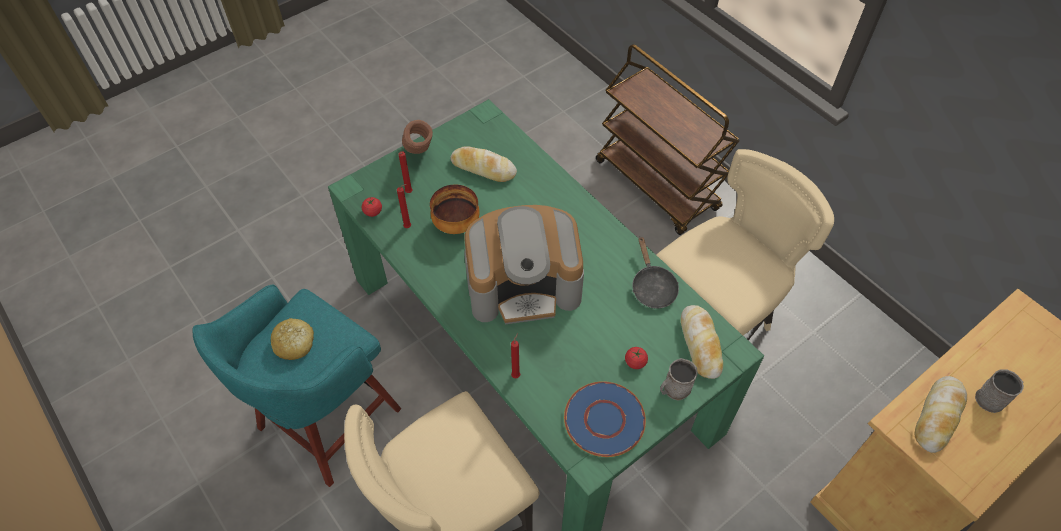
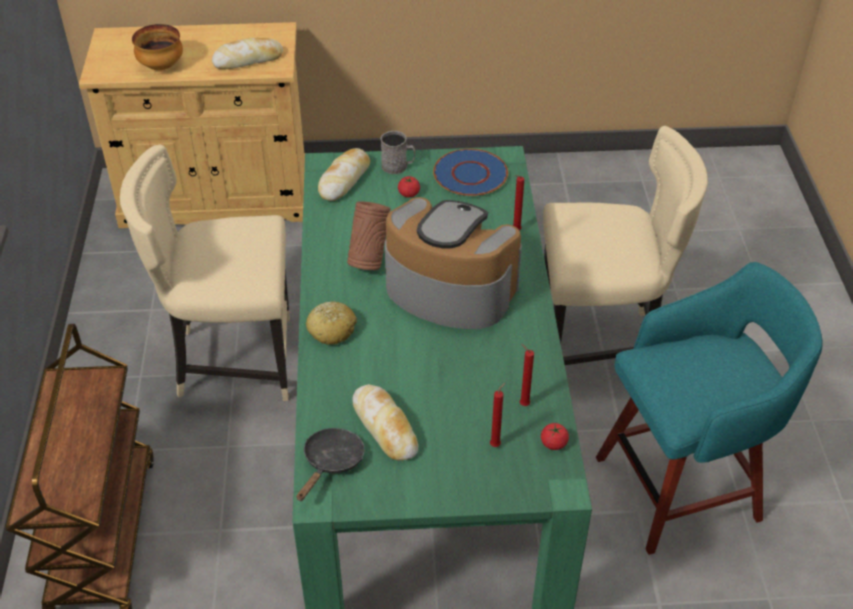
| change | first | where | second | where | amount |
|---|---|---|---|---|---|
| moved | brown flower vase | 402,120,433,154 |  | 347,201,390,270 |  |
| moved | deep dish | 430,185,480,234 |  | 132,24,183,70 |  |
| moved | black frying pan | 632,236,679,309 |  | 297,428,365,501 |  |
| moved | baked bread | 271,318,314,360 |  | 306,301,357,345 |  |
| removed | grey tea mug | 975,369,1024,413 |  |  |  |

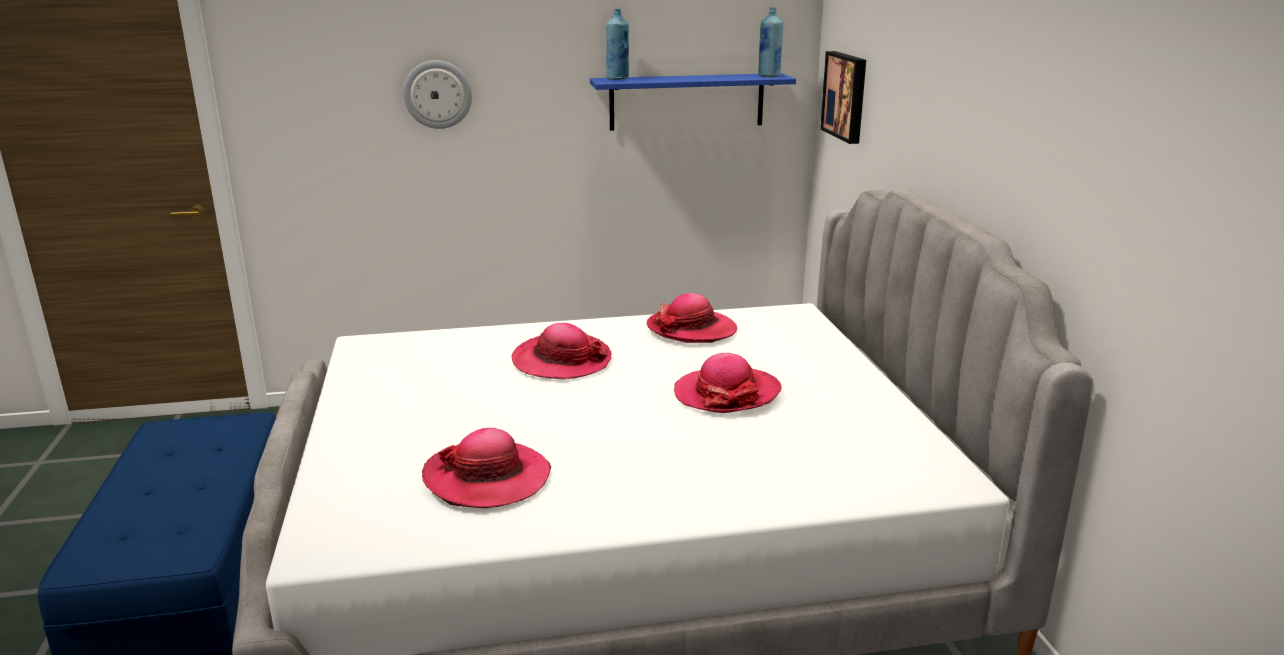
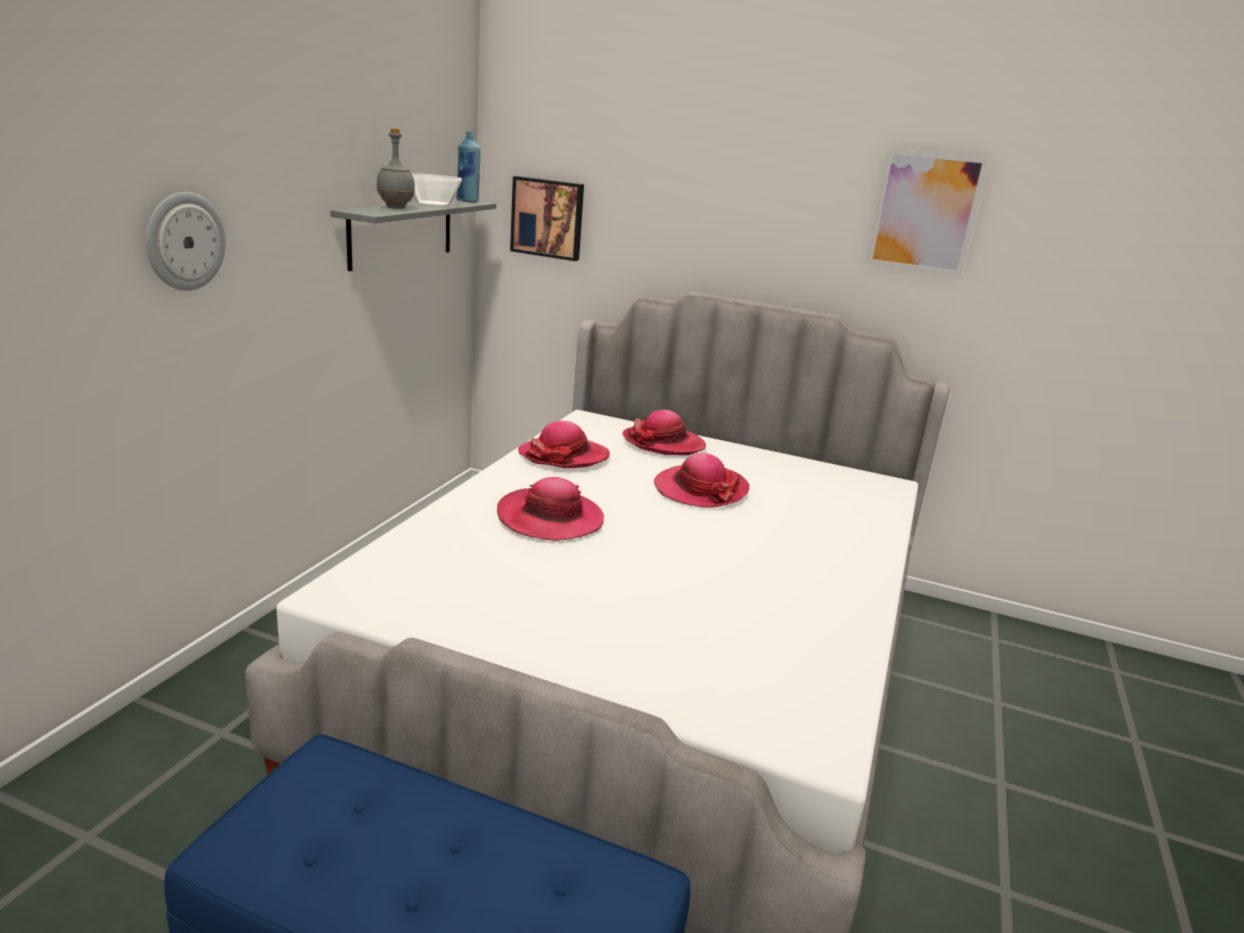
| change | first | where | second | where | amount |
|---|---|---|---|---|---|
| removed | bluish beverage bottle | 606,9,629,80 |  |  |  |
| recoloured | bluish bracket shelf | 590,73,796,131 | grey bracket shelf | 330,199,496,271 |  |
| moved | clothing hat | 422,428,551,508 |  | 622,410,706,455 |  |
| added |  |  | grey beverage bottle | 376,128,415,209 |  |
| added |  |  | picture | 867,149,989,276 |  |
| added |  |  | deep dish | 412,173,462,207 |  |

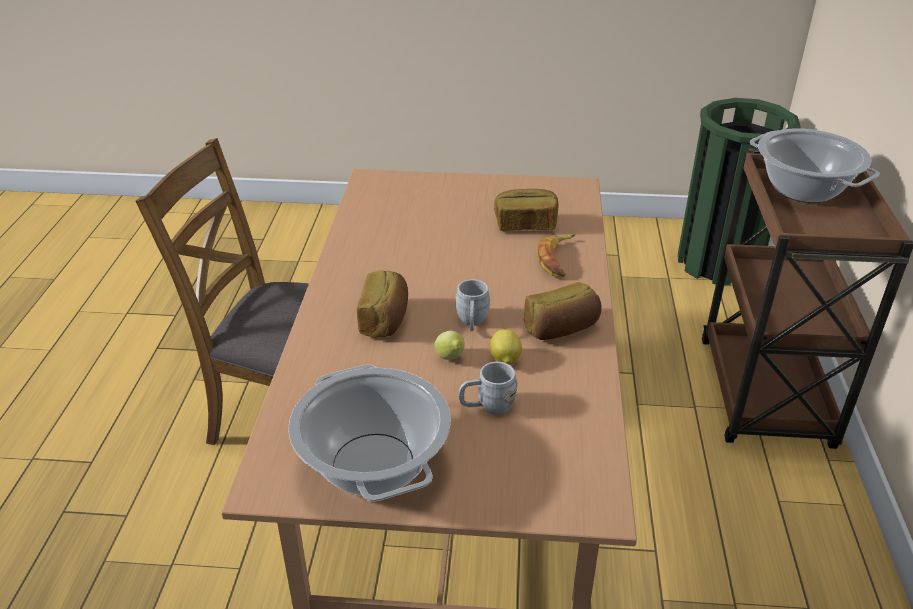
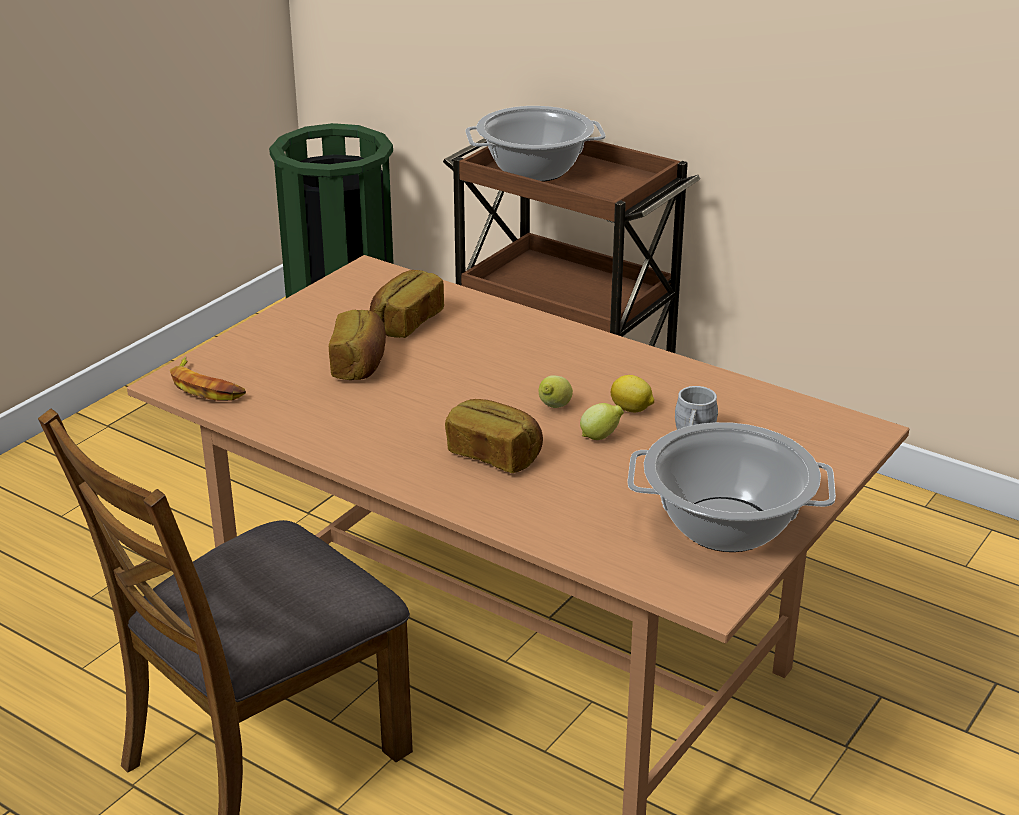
| change | first | where | second | where | amount |
|---|---|---|---|---|---|
| moved | banana fruit | 538,234,575,277 |  | 170,357,246,401 |  |
| replaced | grey tea mug | 455,279,490,331 | whole lemon | 538,375,573,408 |  |
| moved | baked bread | 524,282,602,340 |  | 329,310,386,380 |  |

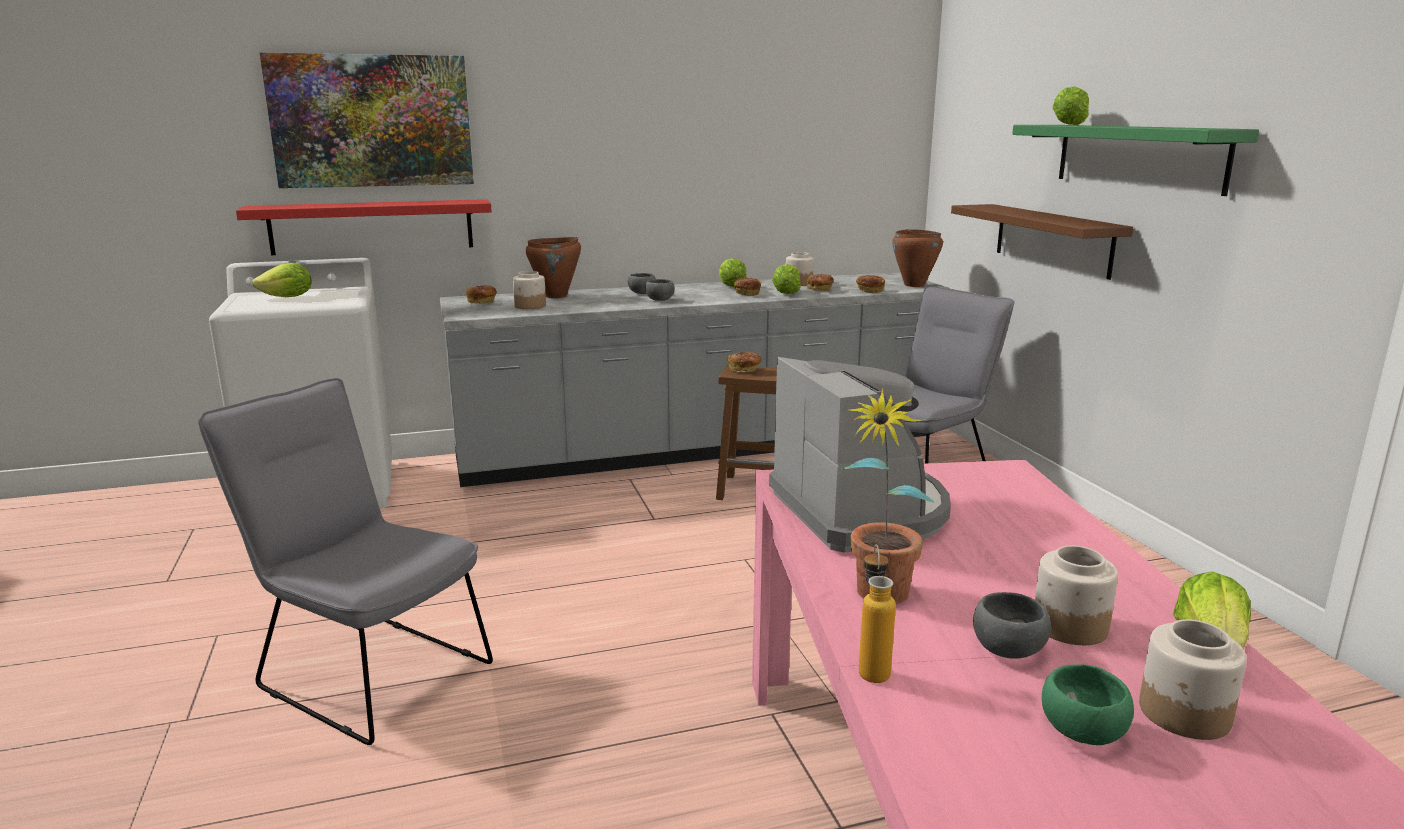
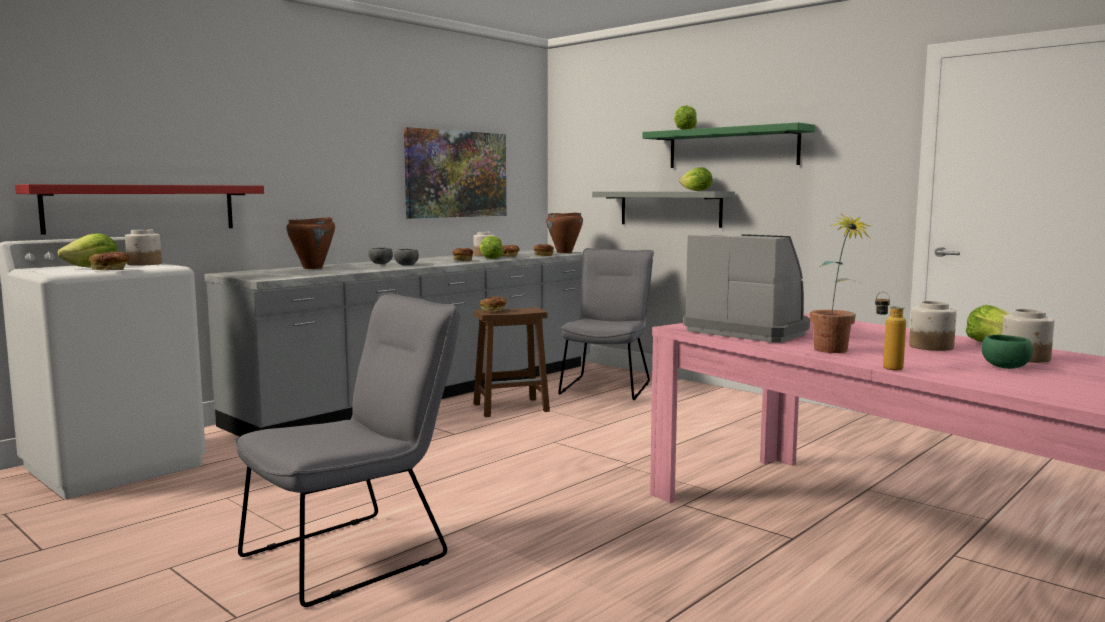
| change | first | where | second | where | amount |
|---|---|---|---|---|---|
| moved | picture | 260,53,474,188 |  | 404,127,506,218 |  |
| recoloured | brown bracket shelf | 951,204,1133,280 | grey bracket shelf | 592,192,735,228 |  |
| moved | head of lettuce | 719,258,747,287 |  | 679,167,713,191 |  |
| moved | preserve jar | 513,271,546,309 |  | 125,229,162,266 |  |
| moved | baked bread | 466,285,497,304 |  | 89,251,130,270 |  |
| turned | grey plain chair | 198,378,493,745 |  | 235,293,460,607 | 135 degrees clockwise |
| removed | grey deep dish | 973,592,1051,659 |  |  |  |

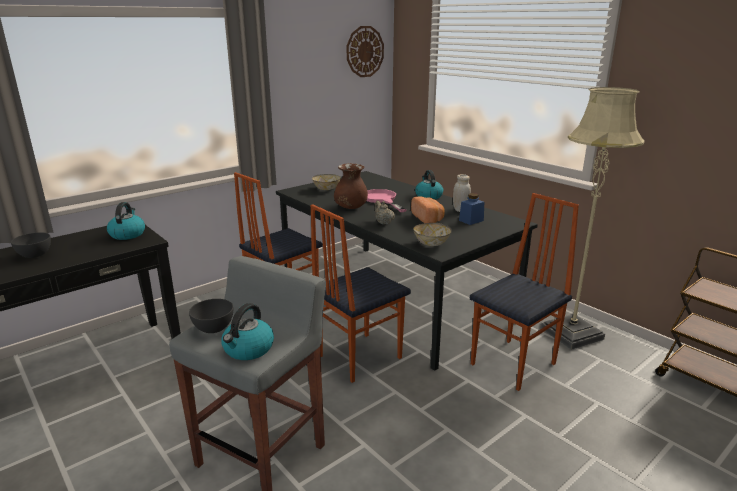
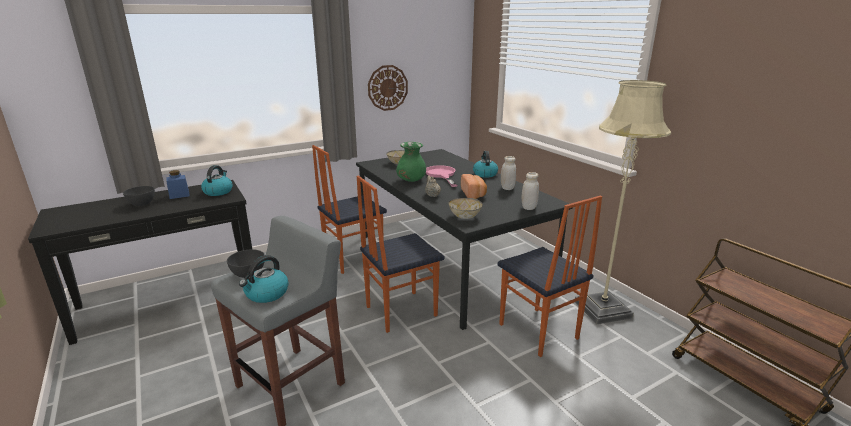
| change | first | where | second | where | amount |
|---|---|---|---|---|---|
| moved | clock on the wall | 347,26,384,77 |  | 368,65,408,111 |  |
| recoloured | brown flower vase | 334,163,368,209 | green flower vase | 396,142,426,182 |  |
| moved | bluish preserve jar | 459,193,484,225 |  | 166,170,190,199 |  |
| turned | plain chair | 470,193,579,391 |  | 498,195,602,357 | 90 degrees clockwise |
| added |  |  | white-coloured preserve jar | 522,172,539,210 |  |

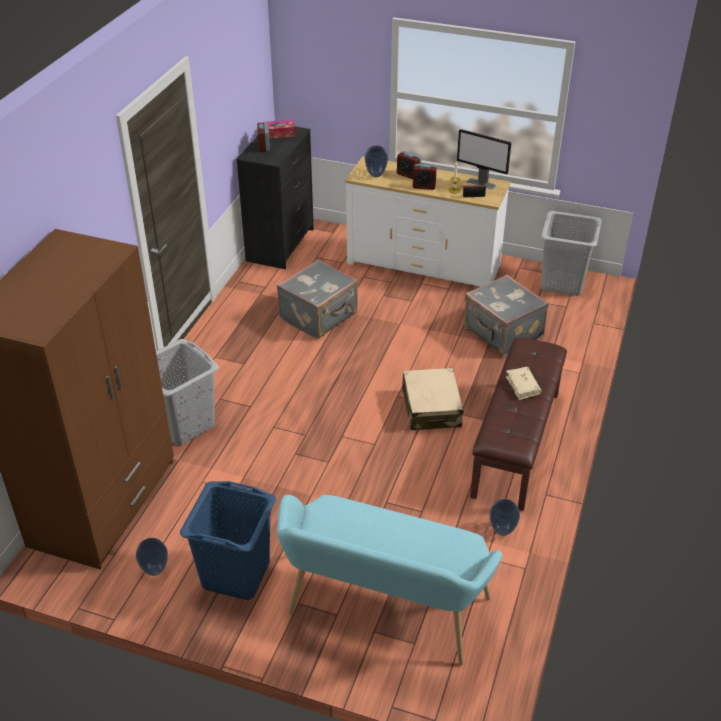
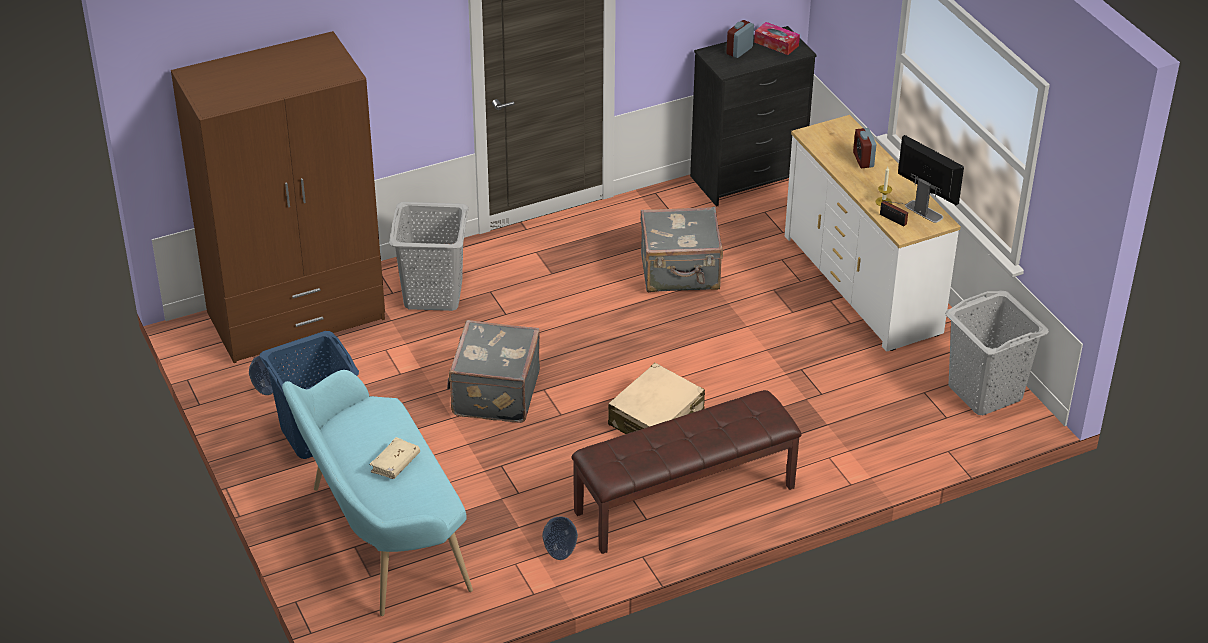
| change | first | where | second | where | amount |
|---|---|---|---|---|---|
| turned | monitor | 457,129,511,190 |  | 898,135,964,223 | 150 degrees clockwise |
| removed | flower vase | 365,146,388,177 |  |  |  |
| removed | alarm clock | 413,164,437,190 |  |  |  |
| moved | grey piece of luggage | 464,275,549,356 |  | 447,320,540,423 |  |
| moved | sand-coloured book | 506,367,541,400 |  | 369,437,420,479 |  |

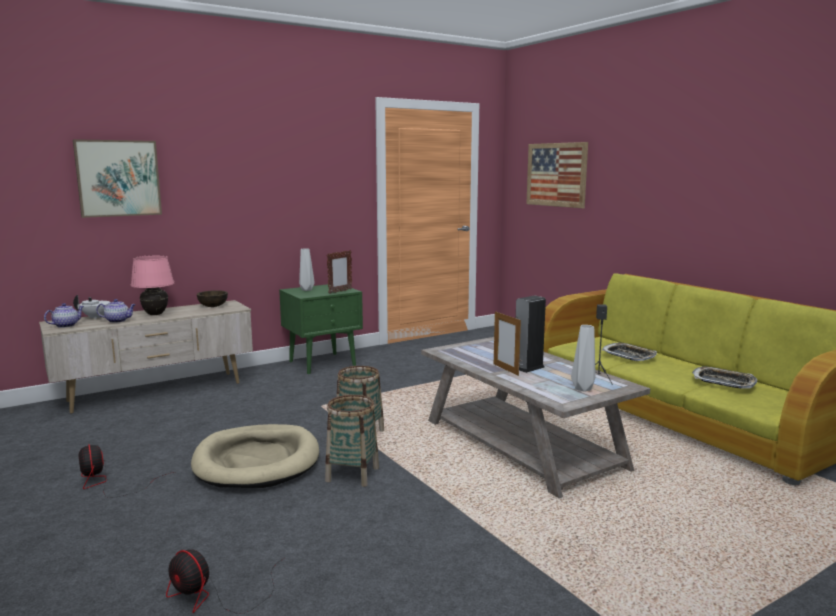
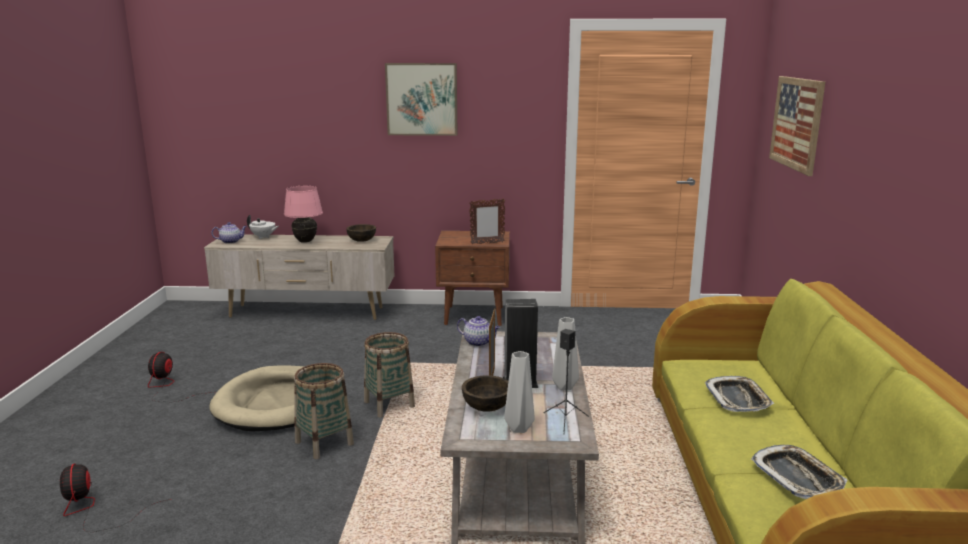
| change | first | where | second | where | amount |
|---|---|---|---|---|---|
| moved | picture | 73,139,162,218 |  | 385,63,458,136 |  |
| moved | grey flower vase | 299,248,315,291 |  | 552,317,579,390 |  |
| recoloured | green night table | 279,284,363,374 | brown night table | 435,231,510,326 |  |
| moved | tea pot | 96,299,136,323 |  | 457,316,500,347 |  |
| added |  |  | brown deep dish | 462,375,508,412 |  |

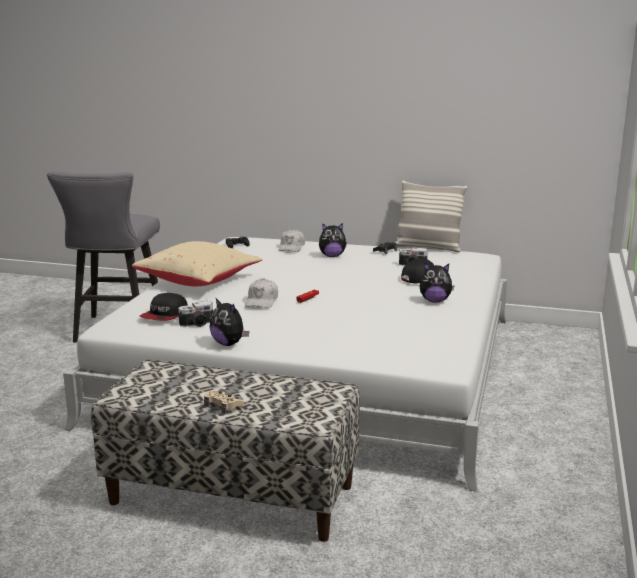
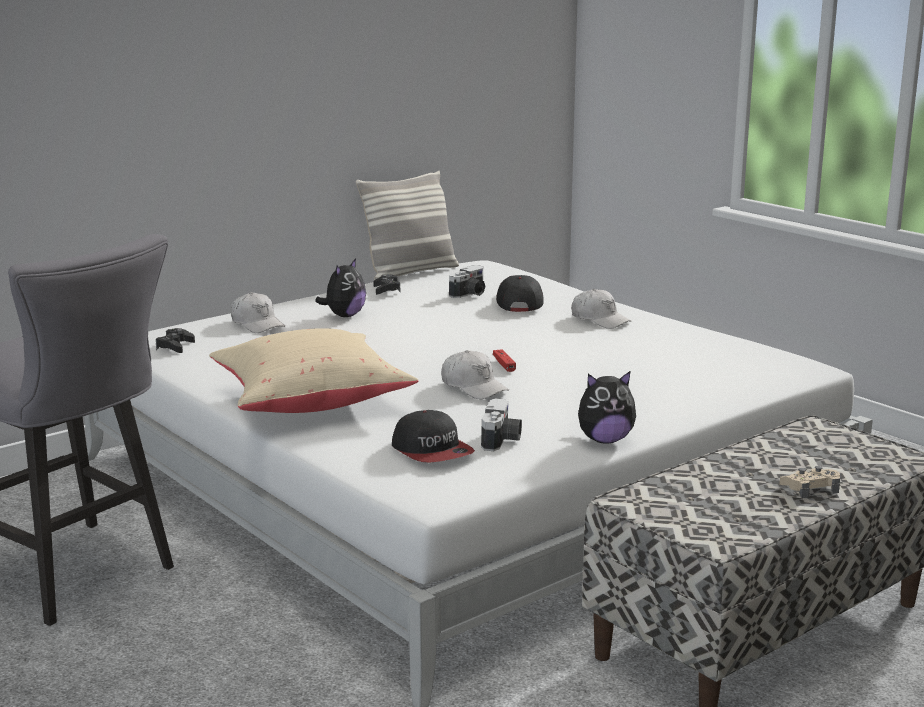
| change | first | where | second | where | amount |
|---|---|---|---|---|---|
| replaced | cuddly toy | 419,263,455,303 | white-coloured peaked cap | 571,289,631,329 |  |

